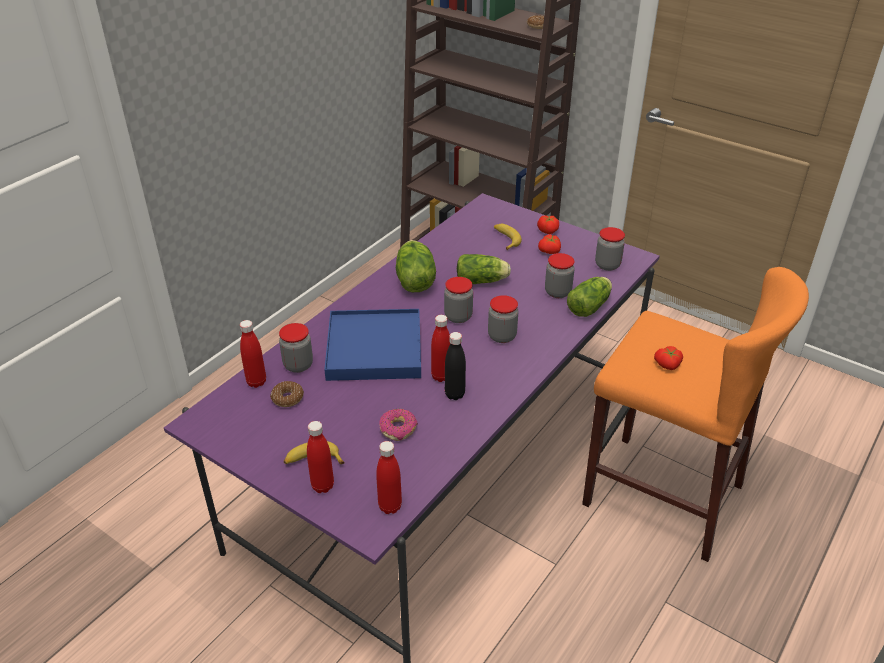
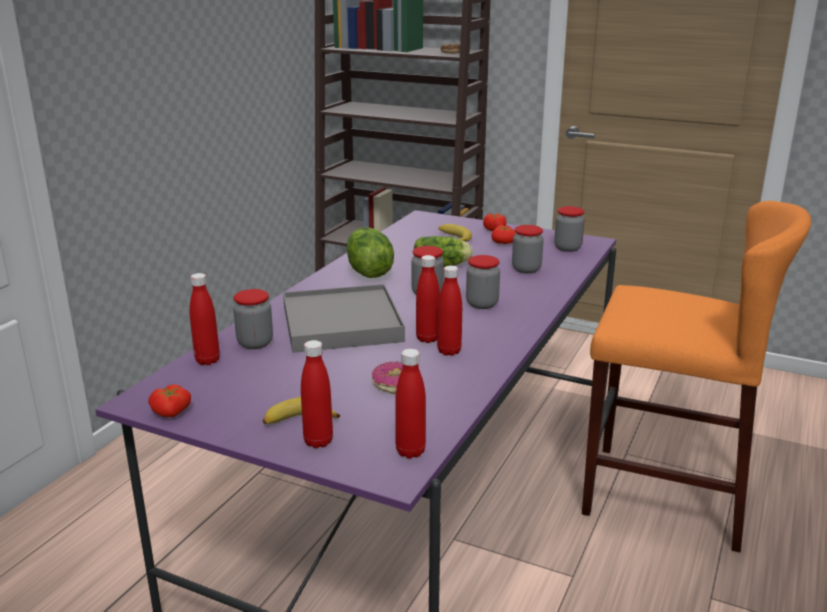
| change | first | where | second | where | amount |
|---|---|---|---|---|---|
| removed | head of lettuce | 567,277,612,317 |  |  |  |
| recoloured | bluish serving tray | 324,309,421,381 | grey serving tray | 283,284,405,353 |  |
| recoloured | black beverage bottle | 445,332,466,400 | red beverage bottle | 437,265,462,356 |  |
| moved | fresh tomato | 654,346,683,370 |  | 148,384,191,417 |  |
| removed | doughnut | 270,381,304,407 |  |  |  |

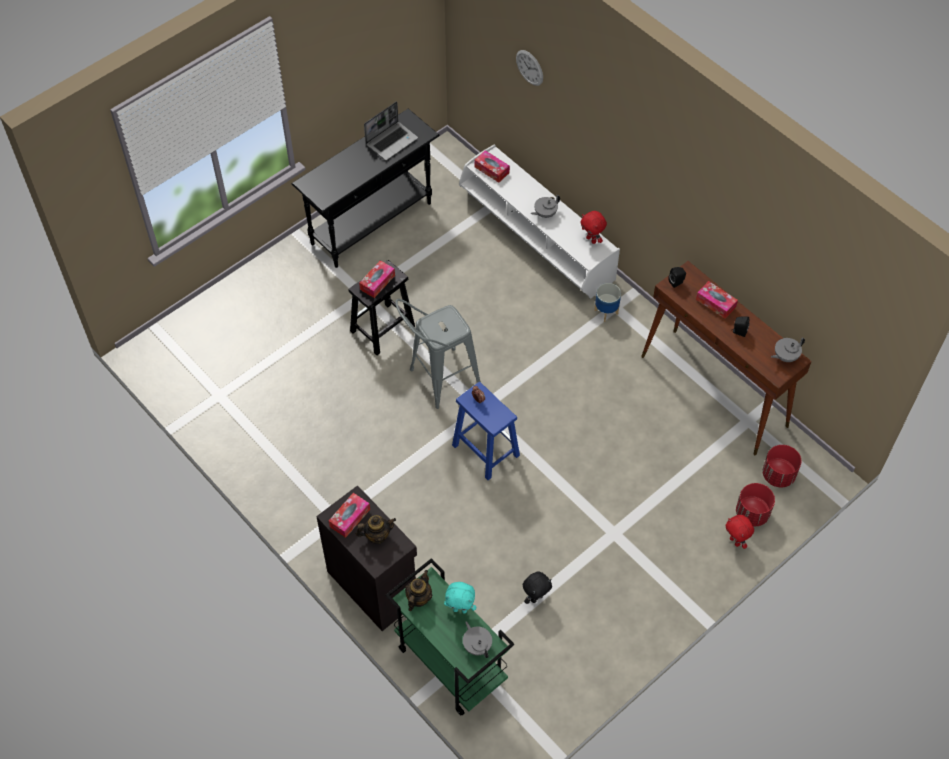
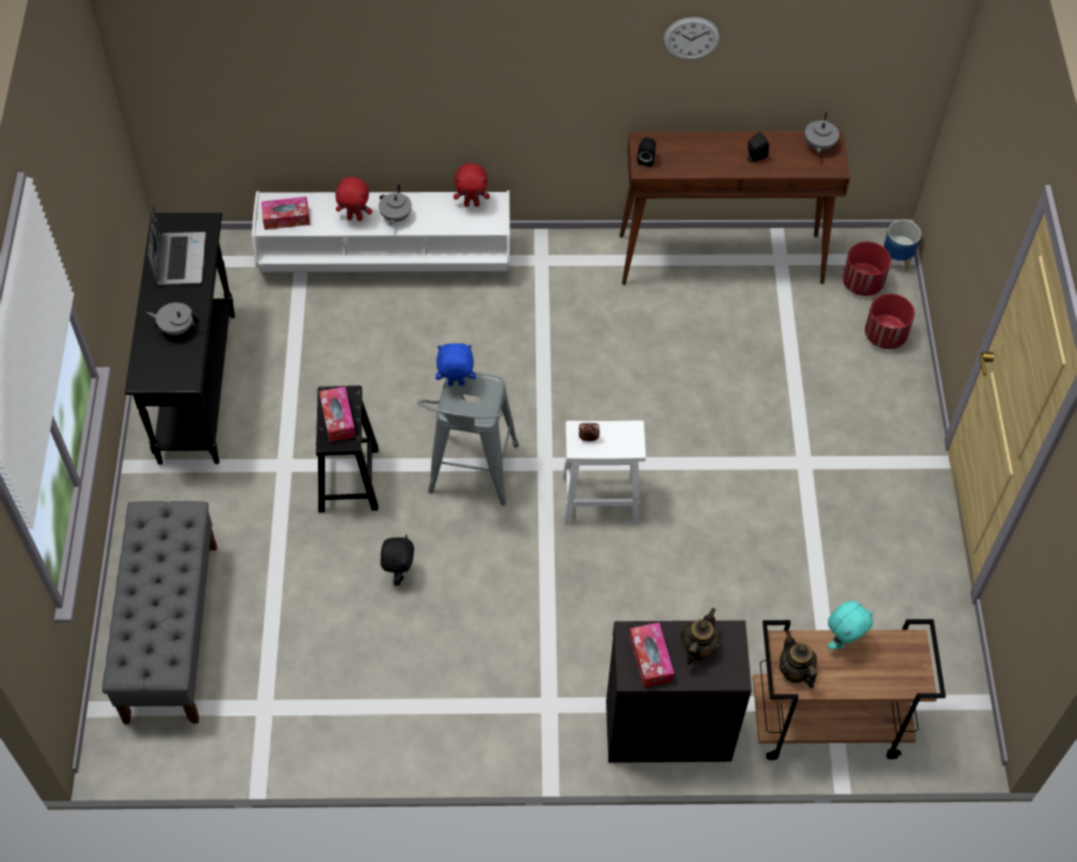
| change | first | where | second | where | amount |
|---|---|---|---|---|---|
| moved | clock on the wall | 516,50,543,86 |  | 663,17,720,60 |  |
| removed | tissue holder | 696,281,738,319 |  |  |  |
| moved | planter | 594,283,621,322 |  | 884,220,921,271 |  |
| recoloured | bluish sitting stool | 452,382,520,480 | white-coloured sitting stool | 563,420,646,525 |  |
| moved | red cuddly toy | 725,515,754,549 |  | 335,177,372,221 |  |
| recoloured | green cart | 386,558,514,715 | brown cart | 753,619,946,760 |  |
| moved | black cuddly toy | 523,571,552,604 |  | 380,534,414,586 |  |
| moved | grey tea pot | 463,621,492,658 |  | 147,302,199,335 |  |
| added |  |  | bluish cuddly toy | 435,343,476,386 |  |
| added |  |  | grey bench | 102,501,217,724 |  |

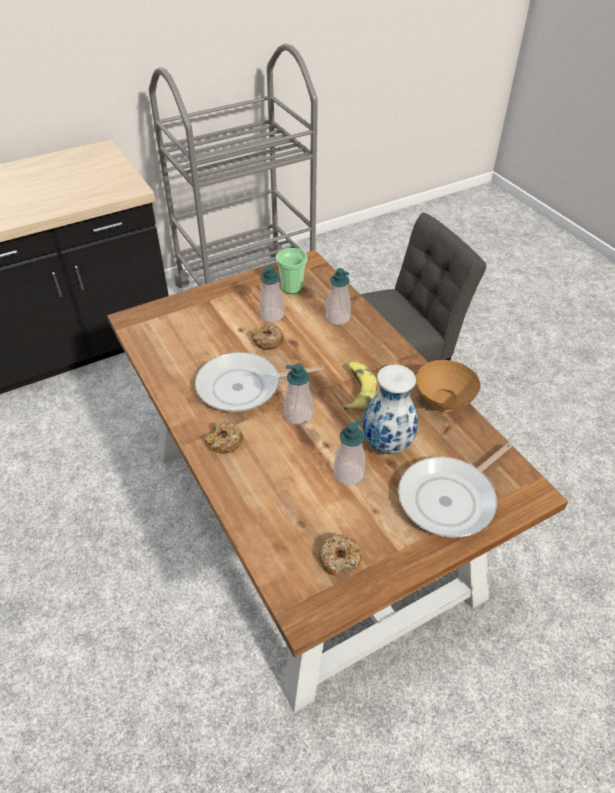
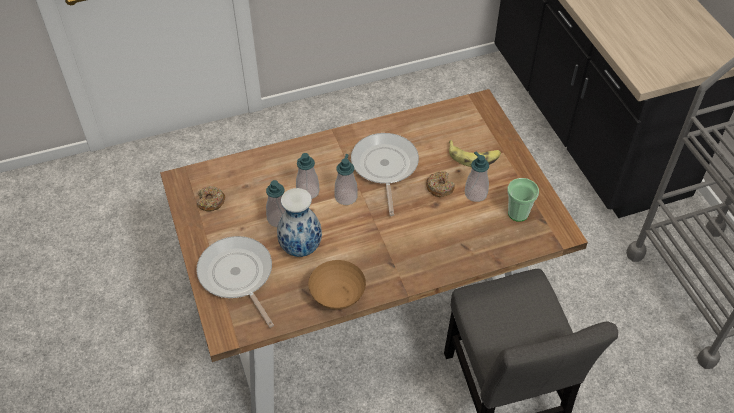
| change | first | where | second | where | amount |
|---|---|---|---|---|---|
| moved | soap bottle | 326,268,351,325 |  | 296,153,320,199 |  |
| moved | banana fruit | 342,362,377,410 |  | 449,140,501,167 |  |
| removed | doughnut | 205,422,243,453 |  |  |  |

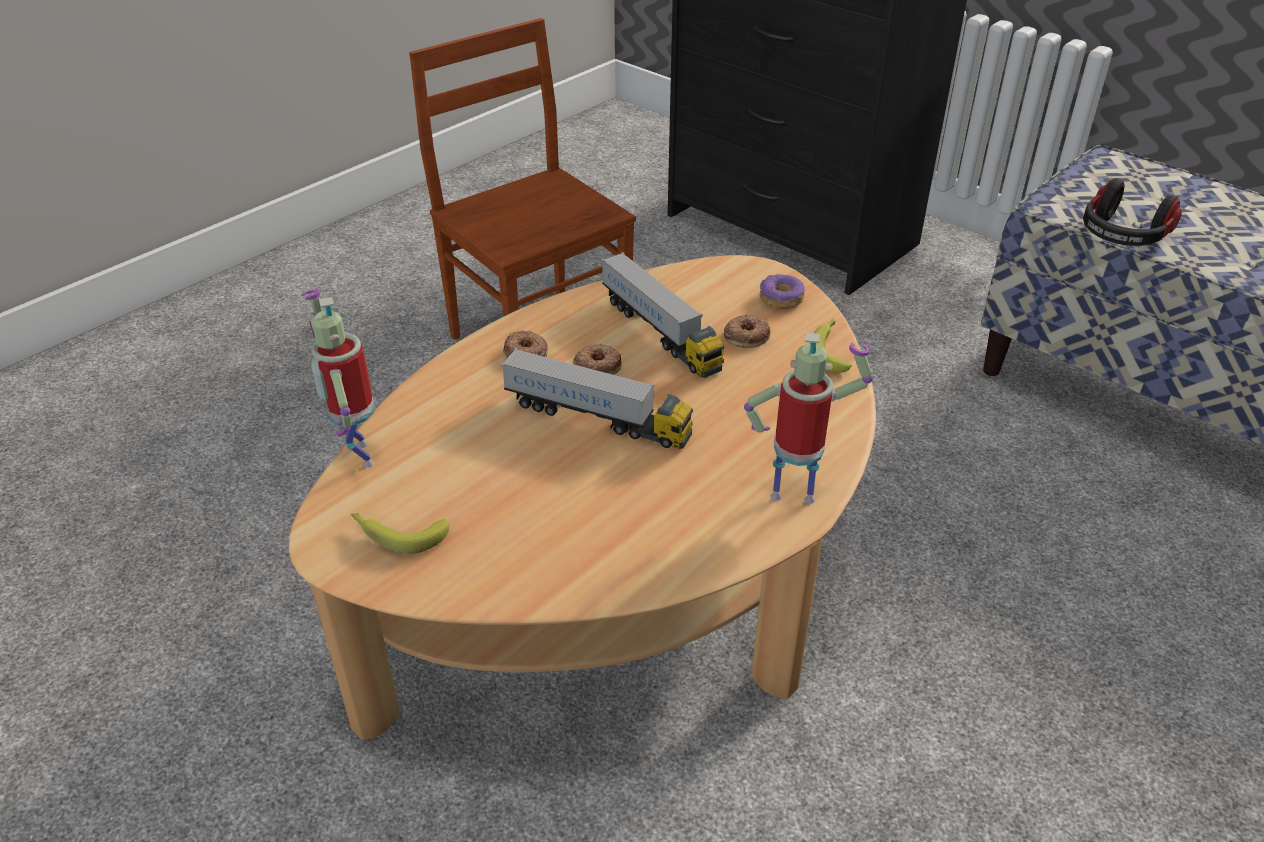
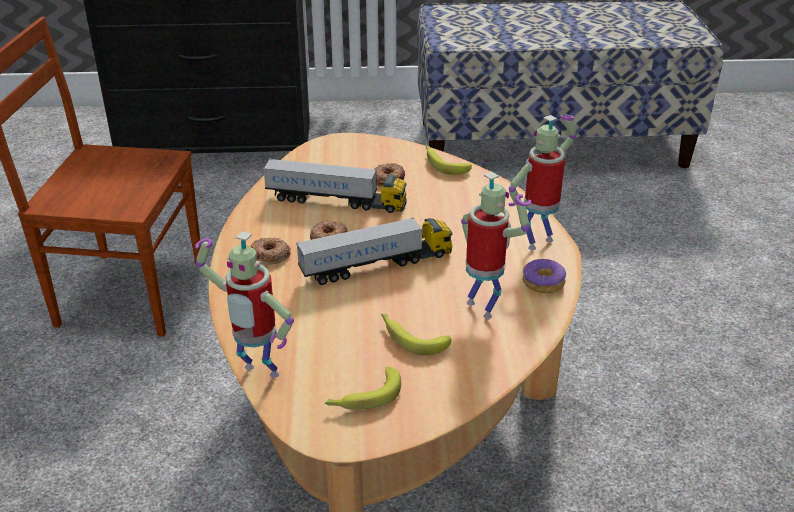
| change | first | where | second | where | amount |
|---|---|---|---|---|---|
| removed | pair of headphones | 1083,178,1182,246 |  |  |  |
| moved | doughnut | 760,274,805,309 |  | 523,259,566,293 |  |
| added |  |  | toy robot | 461,172,531,319 |  |
| added |  |  | banana fruit | 381,314,451,355 |  |

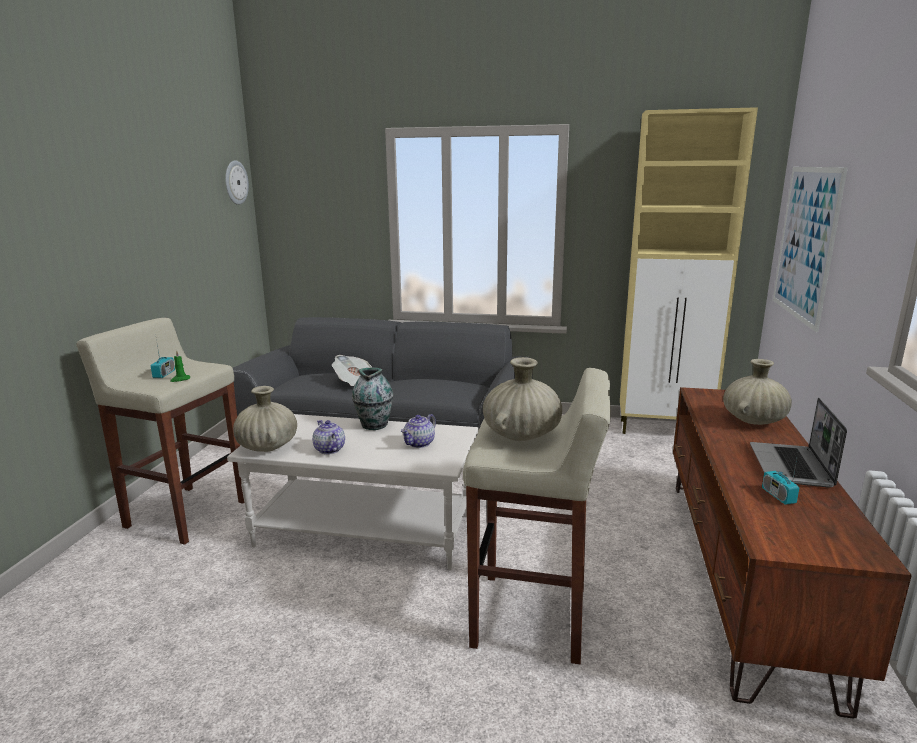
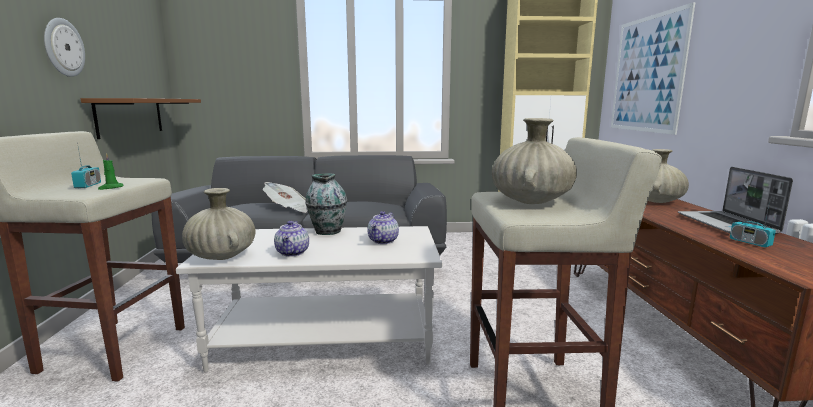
| change | first | where | second | where | amount |
|---|---|---|---|---|---|
| moved | clock on the wall | 225,160,249,205 |  | 44,18,85,77 |  |
| turned | tea pot | 312,420,345,454 |  | 274,221,309,257 | 135 degrees counterclockwise |
| added |  |  | brown bracket shelf | 80,98,201,139 |  |

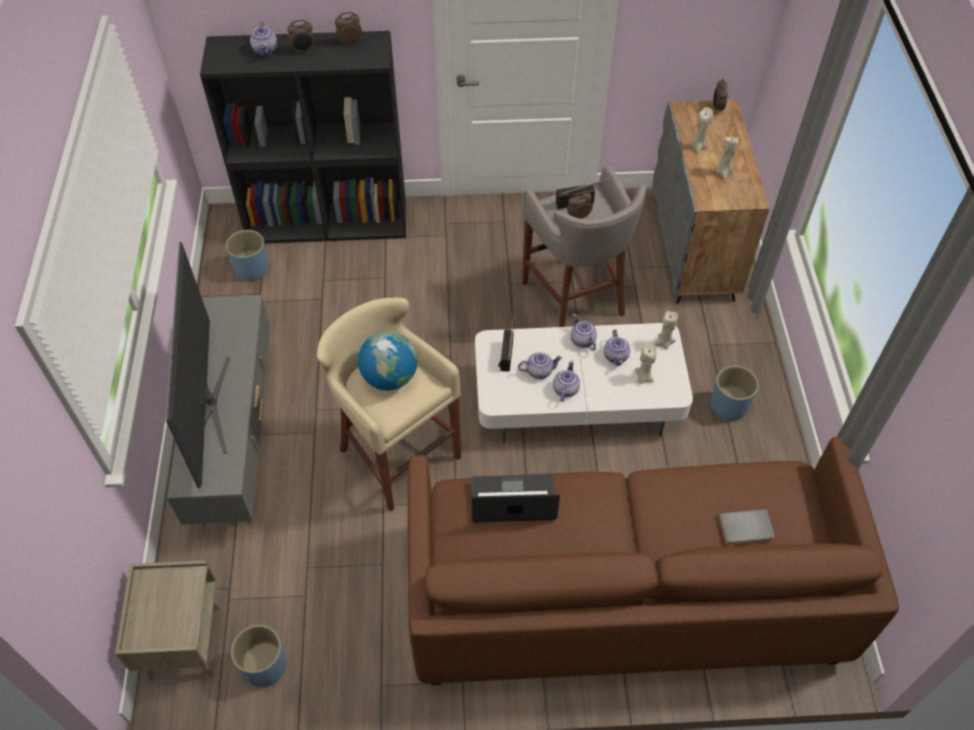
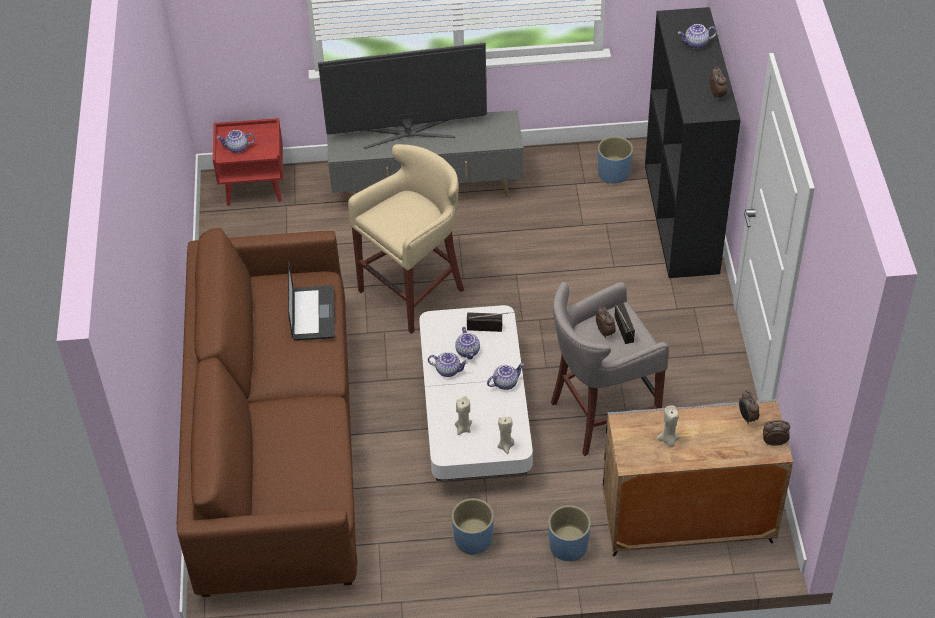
| change | first | where | second | where | amount |
|---|---|---|---|---|---|
| moved | alarm clock | 287,20,314,54 |  | 739,390,759,423 |  |
| removed | sand-coloured wax candle | 690,107,713,152 |  |  |  |
| moved | tea pot | 604,329,630,366 |  | 217,130,255,153 |  |
| removed | desk globe | 358,331,418,390 |  |  |  |
| removed | grey book | 718,509,775,545 |  |  |  |
| recoloured | sand-coloured night table | 115,560,221,680 | red night table | 213,118,283,206 |  |
| moved | bluish planter | 231,625,287,687 |  | 548,505,591,561 |  |

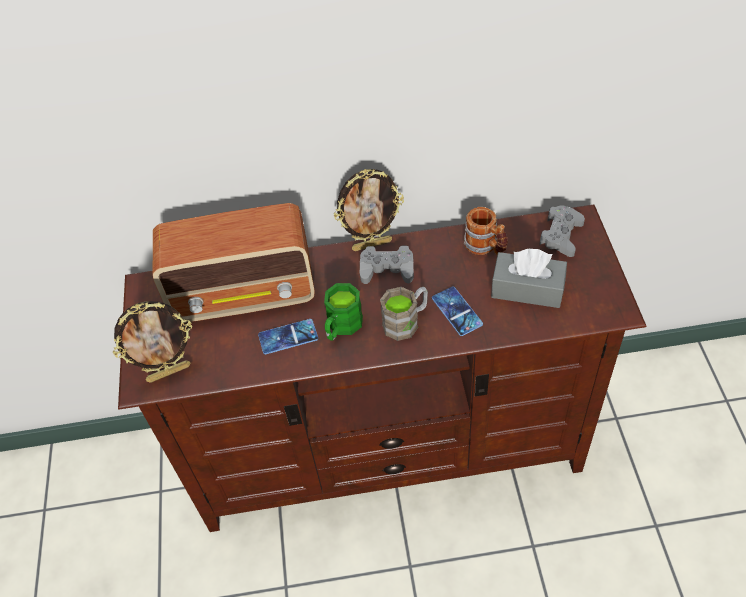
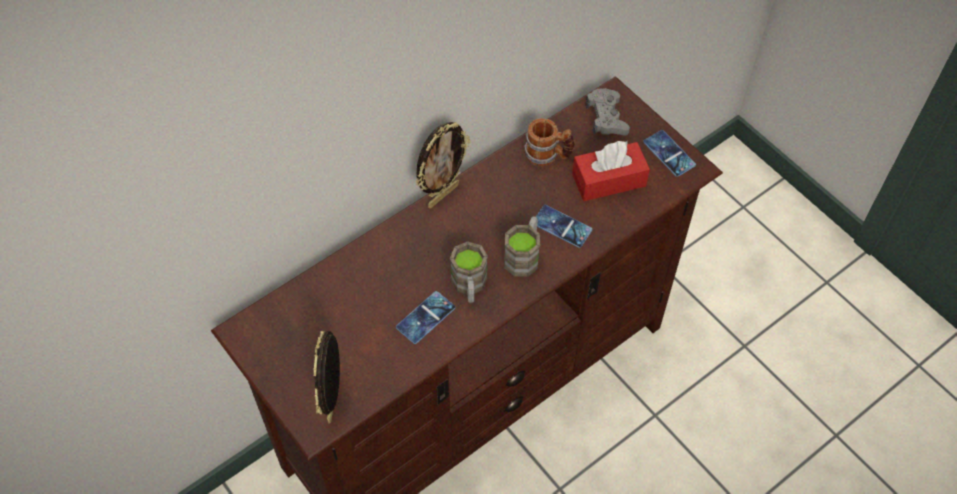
| change | first | where | second | where | amount |
|---|---|---|---|---|---|
| removed | radio set | 153,203,315,322 |  |  |  |
| removed | grey game controller | 360,246,414,284 |  |  |  |
| recoloured | grey tissue holder | 491,249,567,308 | red tissue holder | 572,141,650,201 |  |
| recoloured | green tea mug | 324,283,363,341 | brown tea mug | 450,241,488,303 |  |
| turned | standing frame | 113,301,192,383 |  | 313,331,340,424 | 150 degrees clockwise |
| added |  |  | phone | 643,130,696,177 |  |

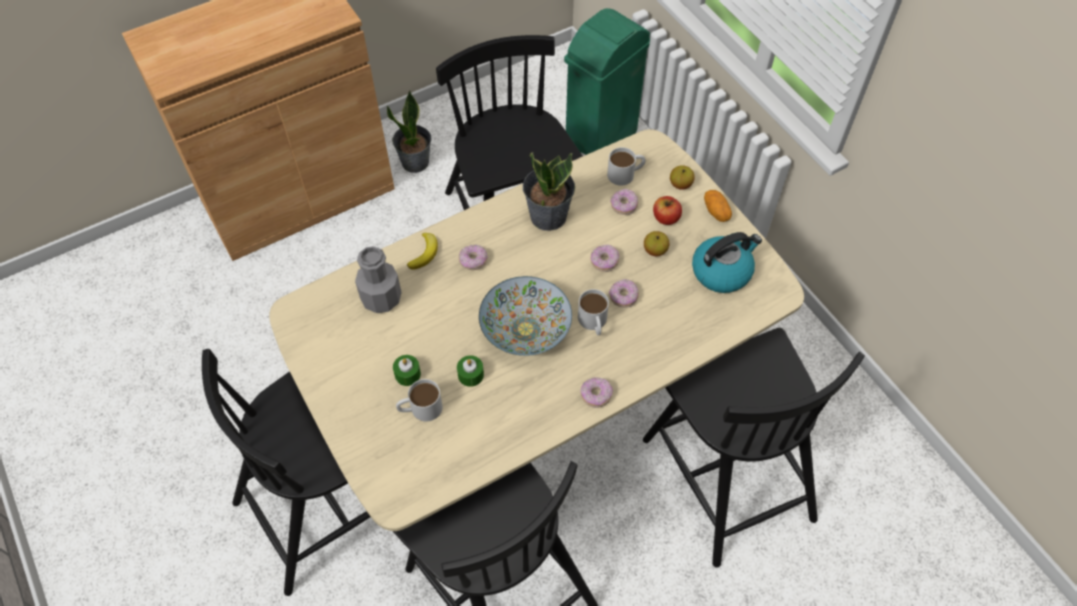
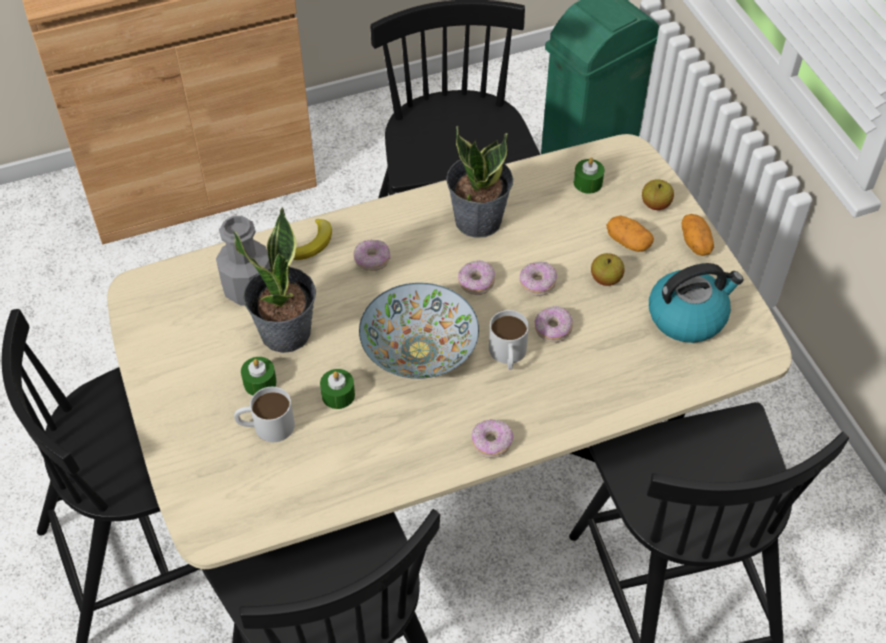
| change | first | where | second | where | amount |
|---|---|---|---|---|---|
| moved | plant in a pot | 387,91,432,173 |  | 233,207,316,353 |  |
| replaced | white-coloured tea mug | 607,147,646,186 | green wax candle | 574,158,605,194 |  |
| moved | doughnut | 610,189,638,215 |  | 458,260,495,295 |  |
| replaced | apple | 653,196,682,225 | potato | 606,216,654,252 |  |

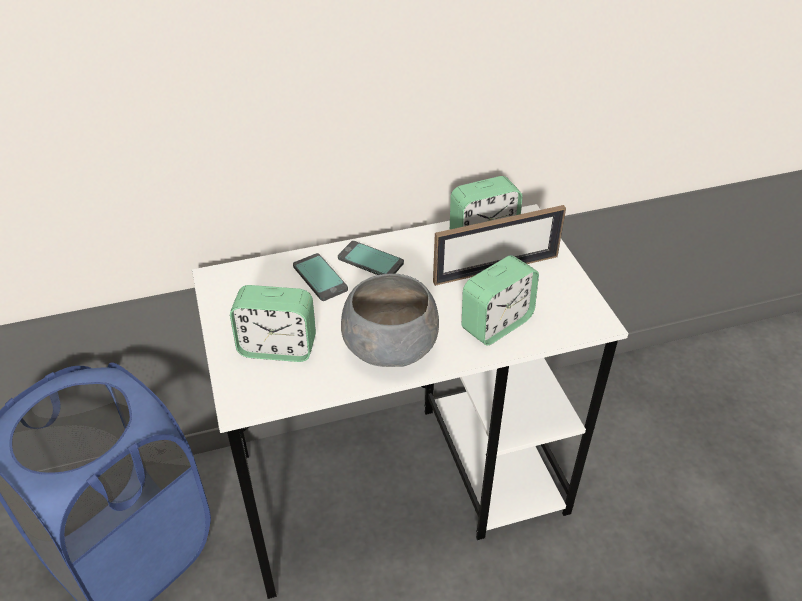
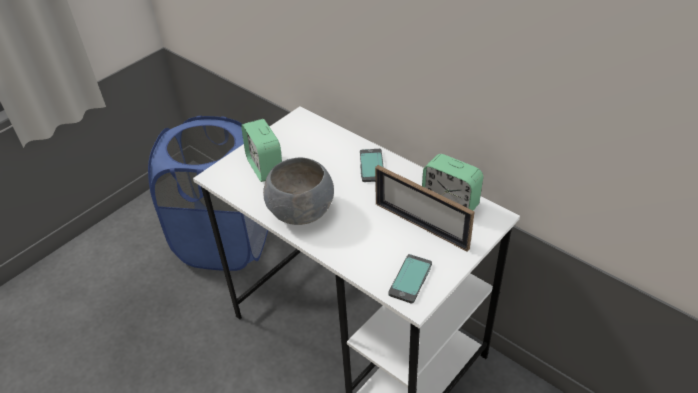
| change | first | where | second | where | amount |
|---|---|---|---|---|---|
| moved | phone | 293,253,348,301 |  | 388,254,432,303 |  |
| removed | alarm clock | 462,255,539,345 |  |  |  |

